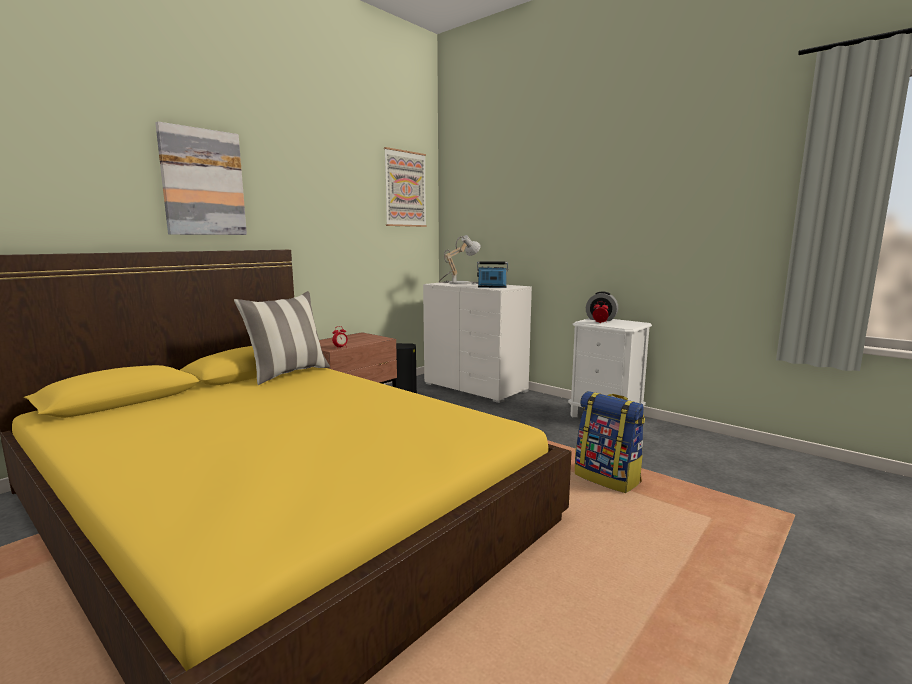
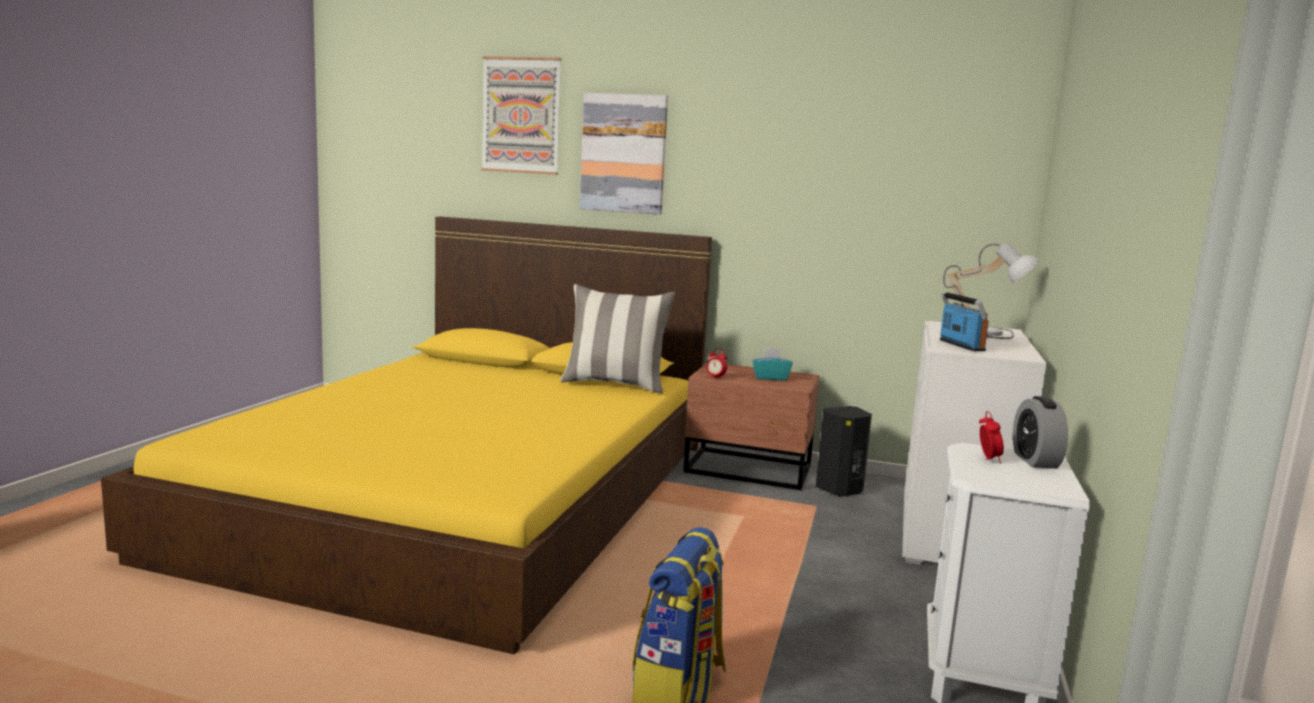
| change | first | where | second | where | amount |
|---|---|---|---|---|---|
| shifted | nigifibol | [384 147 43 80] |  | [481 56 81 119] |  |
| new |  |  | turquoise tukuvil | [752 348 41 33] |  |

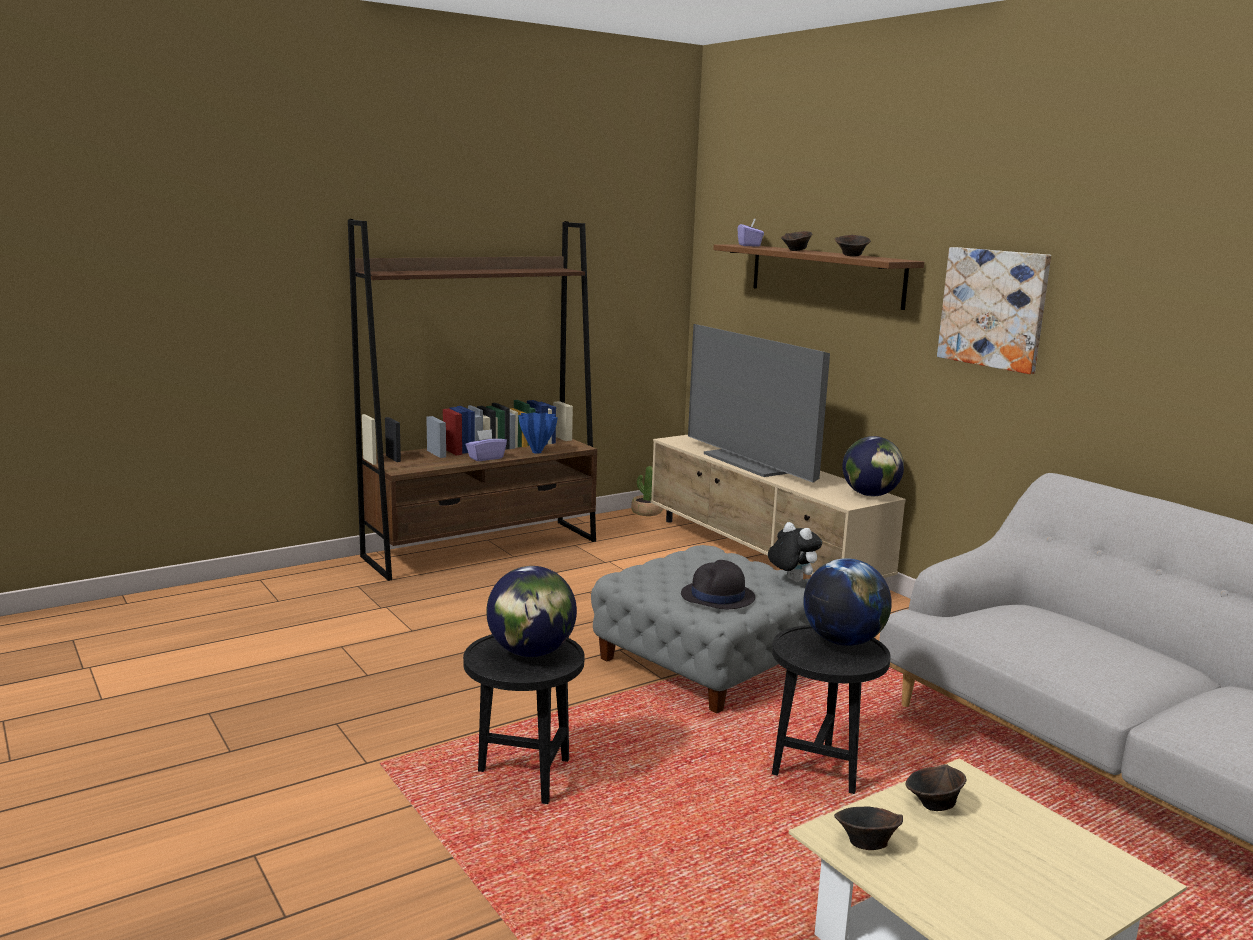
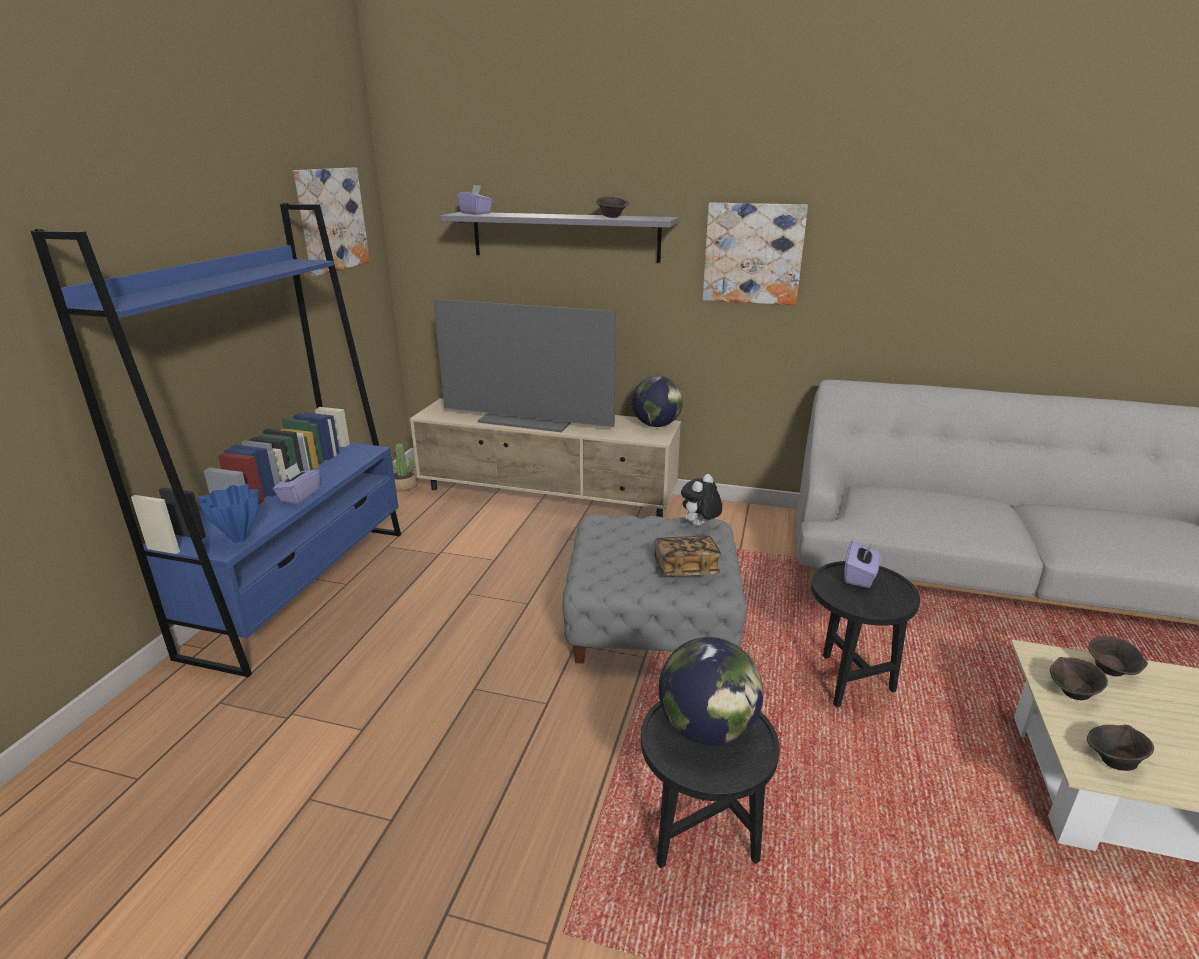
| change | first | where | second | where | amount |
|---|---|---|---|---|---|
| repainted | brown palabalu | [348 219 249 362] | blue palabalu | [31 203 370 474] |  |
| shifted | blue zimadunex | [518 413 40 41] |  | [198 484 61 59] |  |
| swapped | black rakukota | [681 560 74 49] | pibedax | [654 536 68 40] |  |
| repainted | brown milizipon | [713 244 211 66] | grey milizipon | [440 212 238 51] |  |
| rotated | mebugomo | [768 522 54 60] |  | [681 474 41 52] | 60 degrees counterclockwise |
| shifted | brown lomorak | [781 231 31 20] |  | [1088 636 60 40] |  |
| swapped | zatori | [803 558 89 88] | purple tukuvil | [844 541 37 47] |  |
| new |  |  | nigifibol | [293 168 77 108] |  |

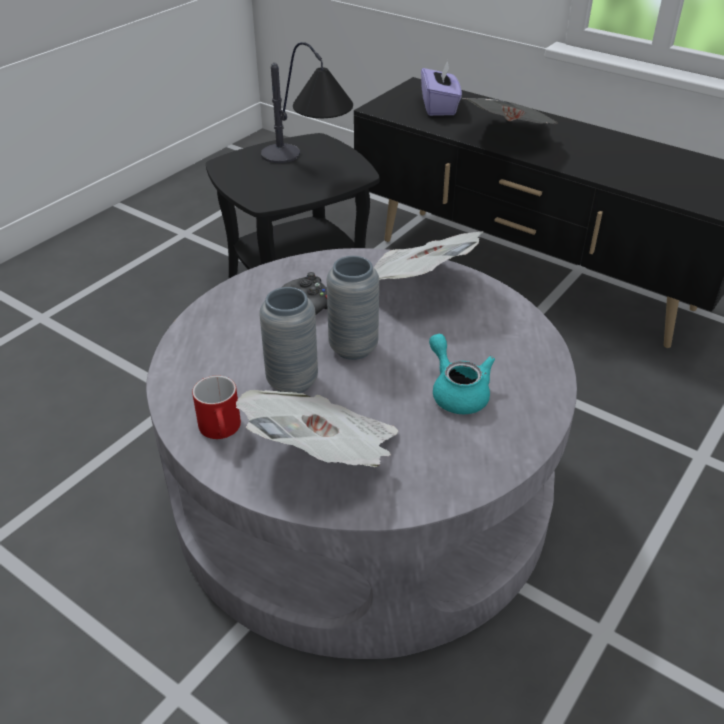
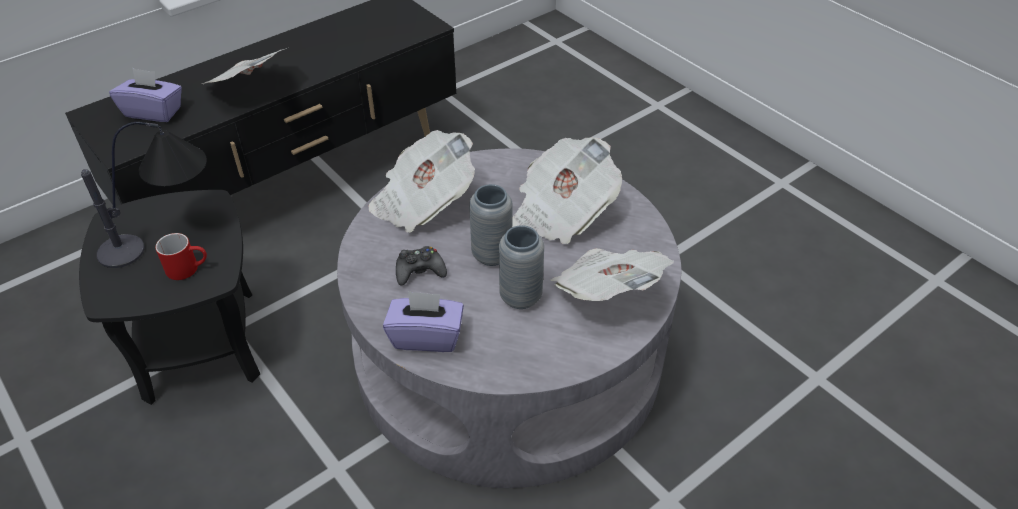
| change | first | where | second | where | amount |
|---|---|---|---|---|---|
| shifted | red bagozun | [192 375 49 64] |  | [155 233 52 47] |  |
| swapped | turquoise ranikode | [429 334 66 80] | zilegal | [512 137 110 107] |  |
| new |  |  | purple tukuvil | [383 291 81 61] |  |

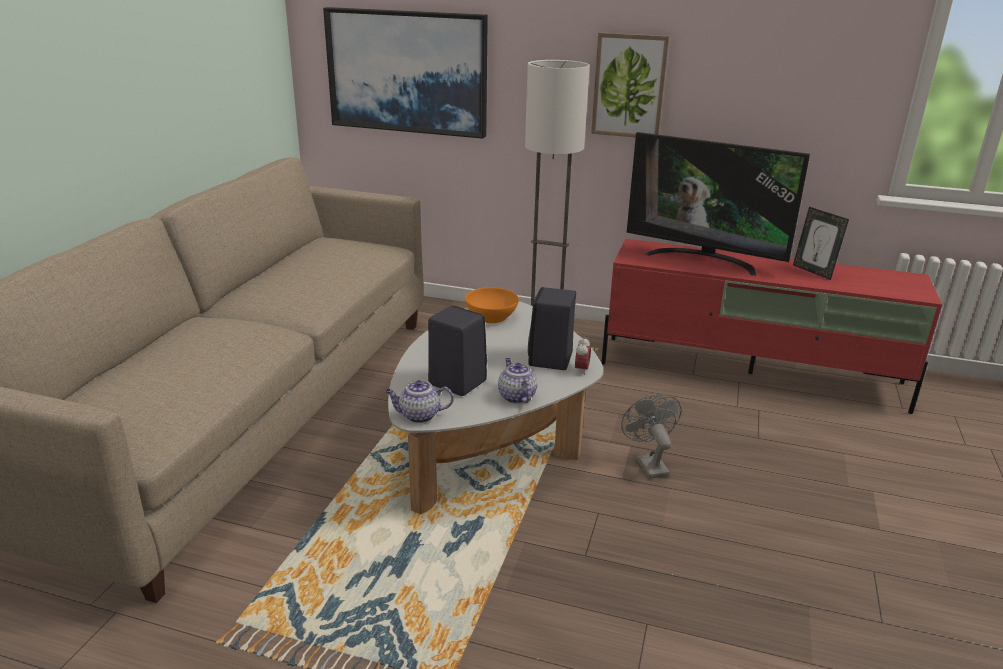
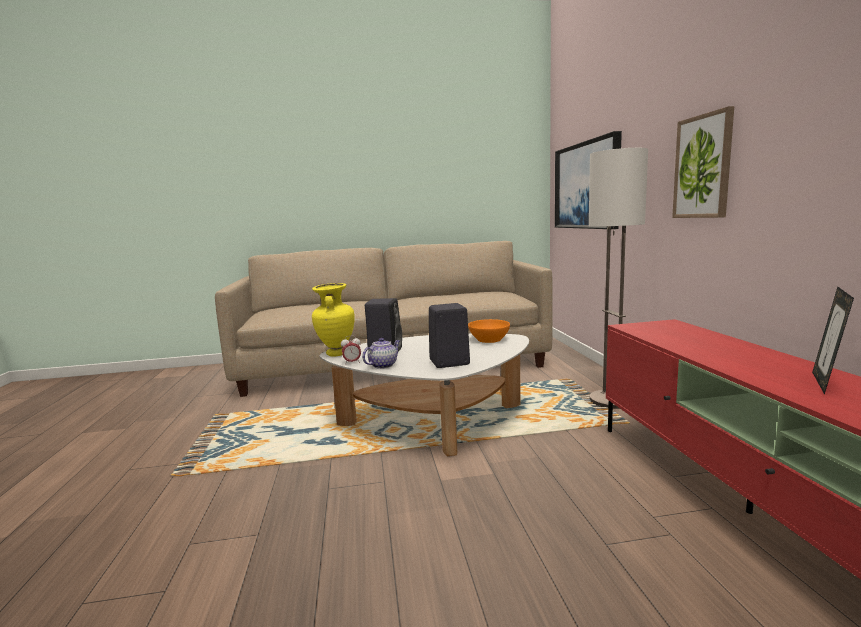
| change | first | where | second | where | amount |
|---|---|---|---|---|---|
| swapped | ranikode | [385 380 69 43] | yellow zimadunex | [312 283 43 74] |  |
| shifted | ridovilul | [575 336 16 39] |  | [341 335 20 28] |  |
| gone | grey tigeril | [621 394 61 85] |  |  |  |
| gone | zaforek | [627 132 183 144] |  |  |  |

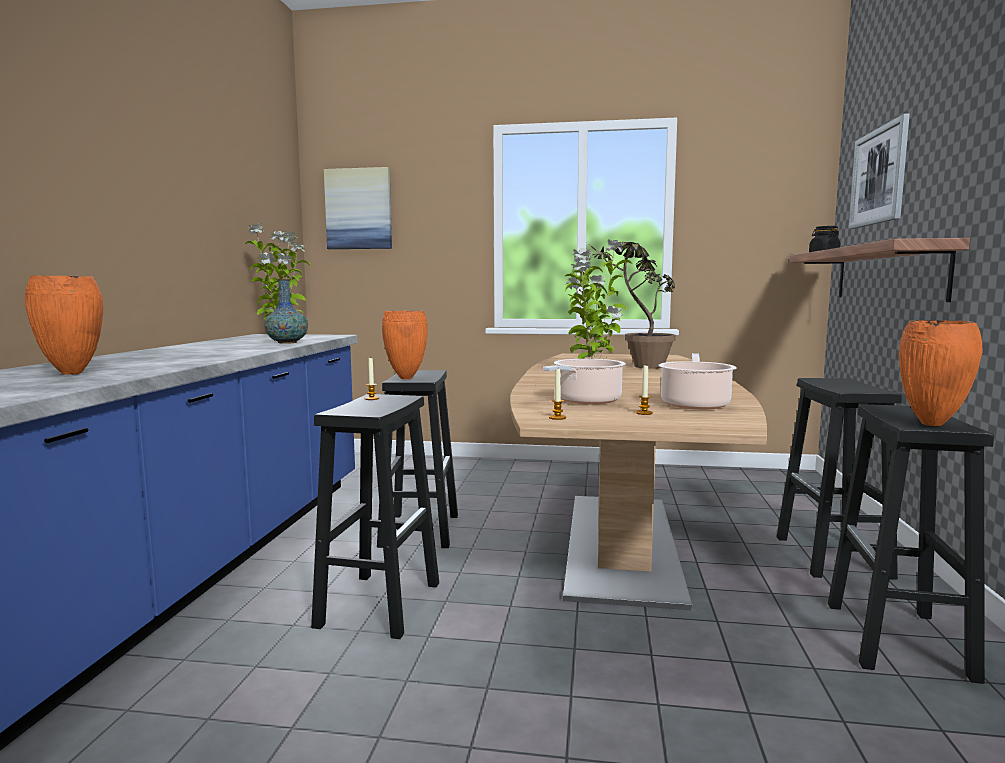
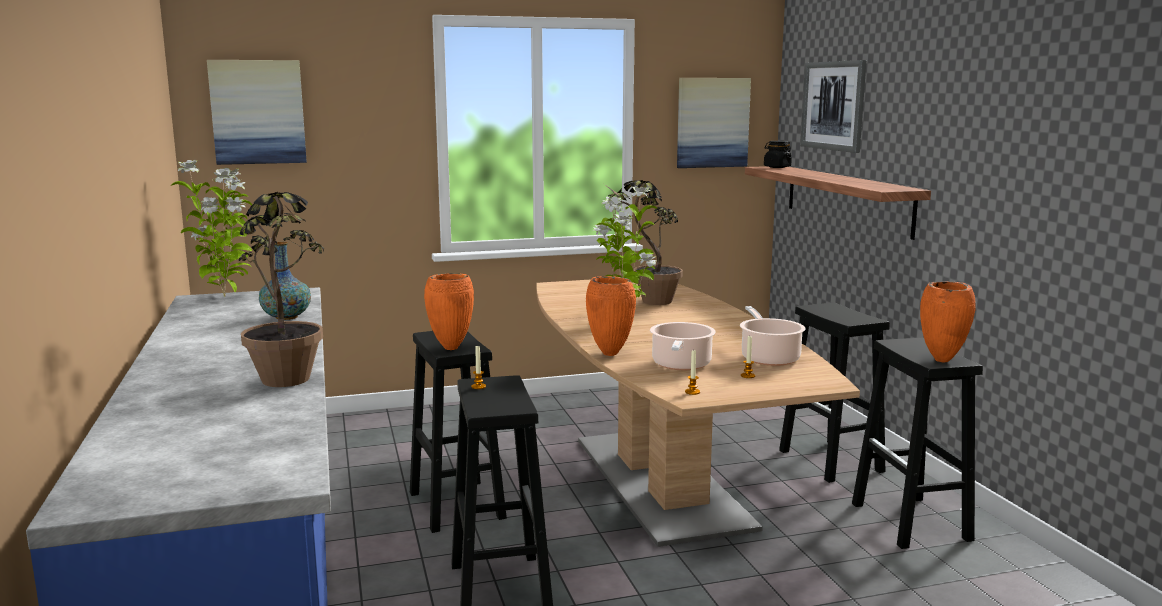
| change | first | where | second | where | amount |
|---|---|---|---|---|---|
| shifted | orange zimadunex | [25 275 78 100] |  | [586 276 50 80] |  |
| new |  |  | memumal | [239 192 85 195] |  |
| new |  |  | nigifibol | [677 78 74 90] |  |

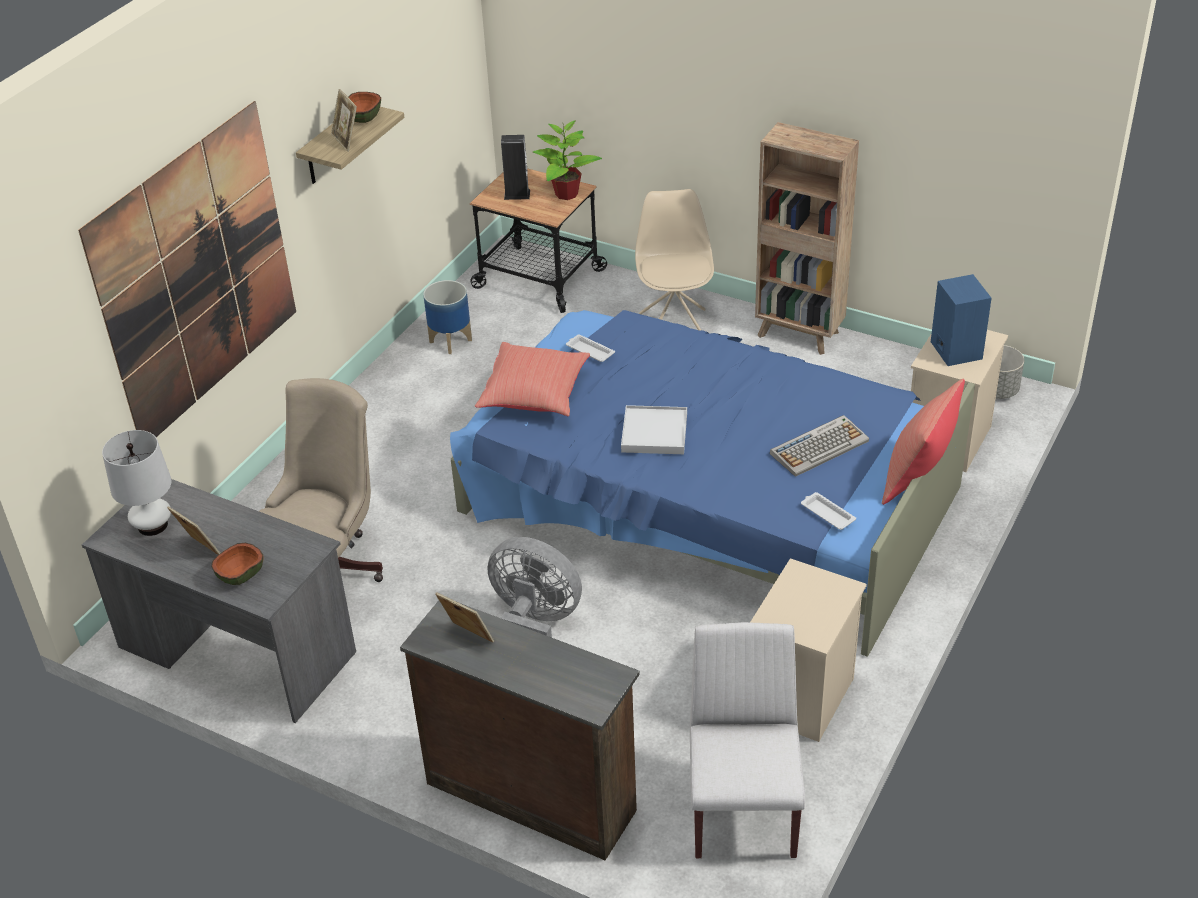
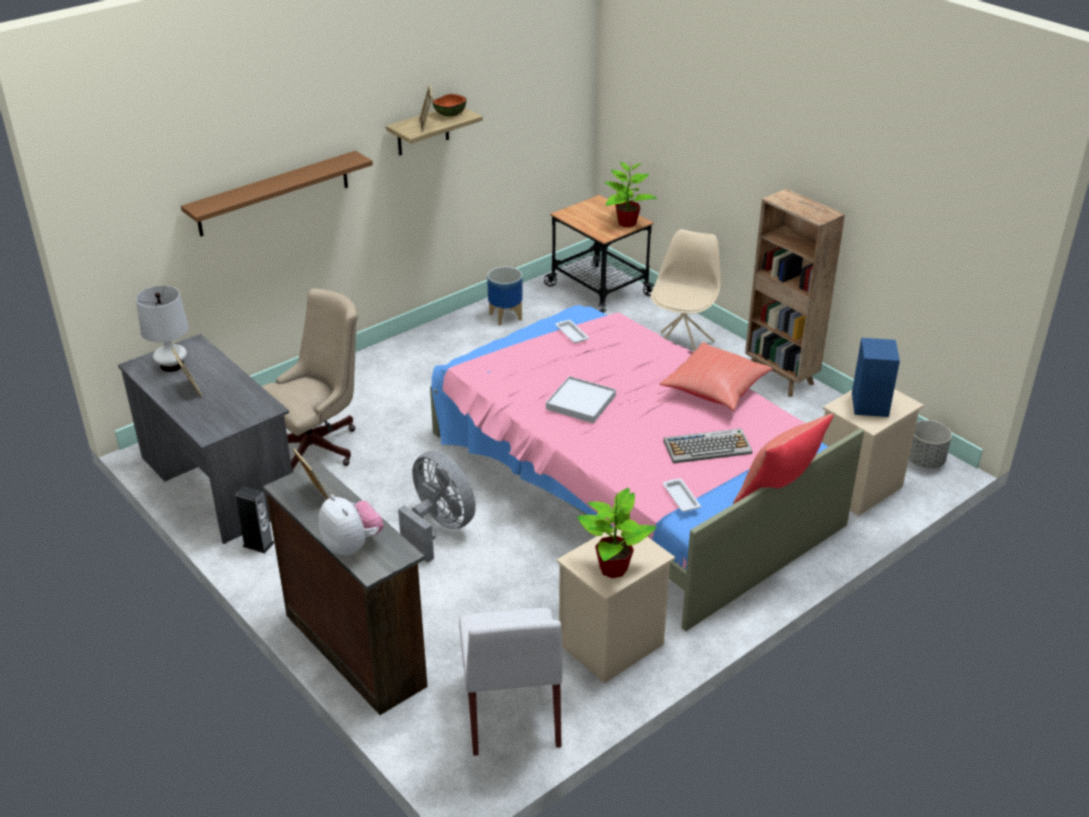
| change | first | where | second | where | amount |
|---|---|---|---|---|---|
| swapped | nigifibol | [78 101 218 336] | brown milizipon | [181 151 192 86] |  |
| gone | lomorak | [211 543 53 42] |  |  |  |
| repainted | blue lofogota | [450 310 525 347] | pink lofogota | [430 305 434 326] |  |
| shifted | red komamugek | [475 342 115 74] |  | [660 342 112 68] |  |
| shifted | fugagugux | [501 135 29 65] |  | [235 486 39 68] |  |
| rotated | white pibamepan | [690 622 115 237] |  | [459 608 103 148] | 150 degrees clockwise |
| new |  |  | mebugomo | [319 495 65 62] |  |
| new |  |  | memumal | [577 488 80 90] |  |

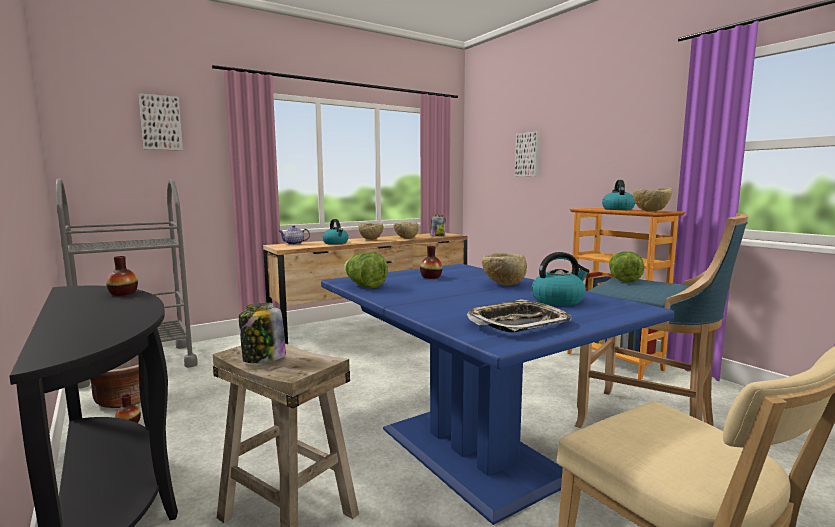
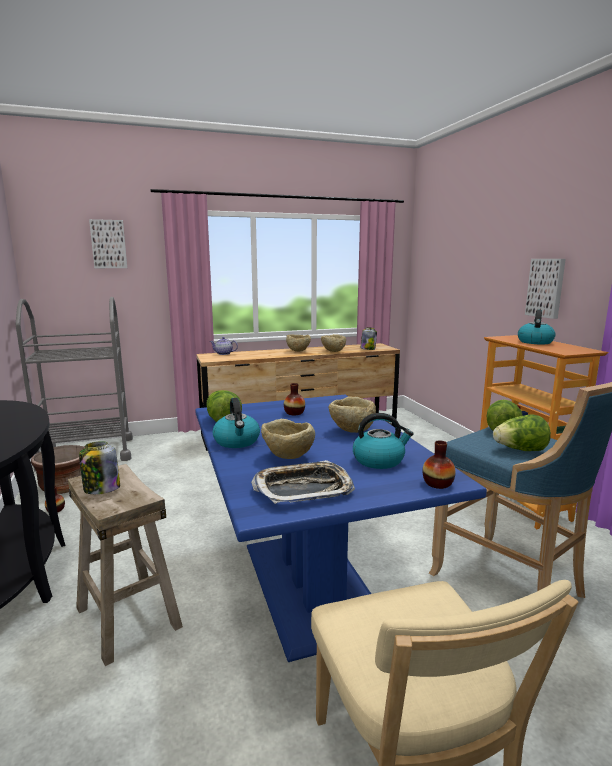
| change | first | where | second | where | amount |
|---|---|---|---|---|---|
| shifted | zimadunex | [106 256 32 40] |  | [422 440 34 49] |  |
| shifted | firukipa | [323 219 25 26] |  | [213 398 47 50] |  |
| shifted | nigifibol | [515 131 25 46] |  | [525 259 41 60] |  |
| shifted | beige lomorak | [633 188 39 24] |  | [261 419 54 40] |  |
| new |  |  | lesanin | [493 414 58 37] |  |

